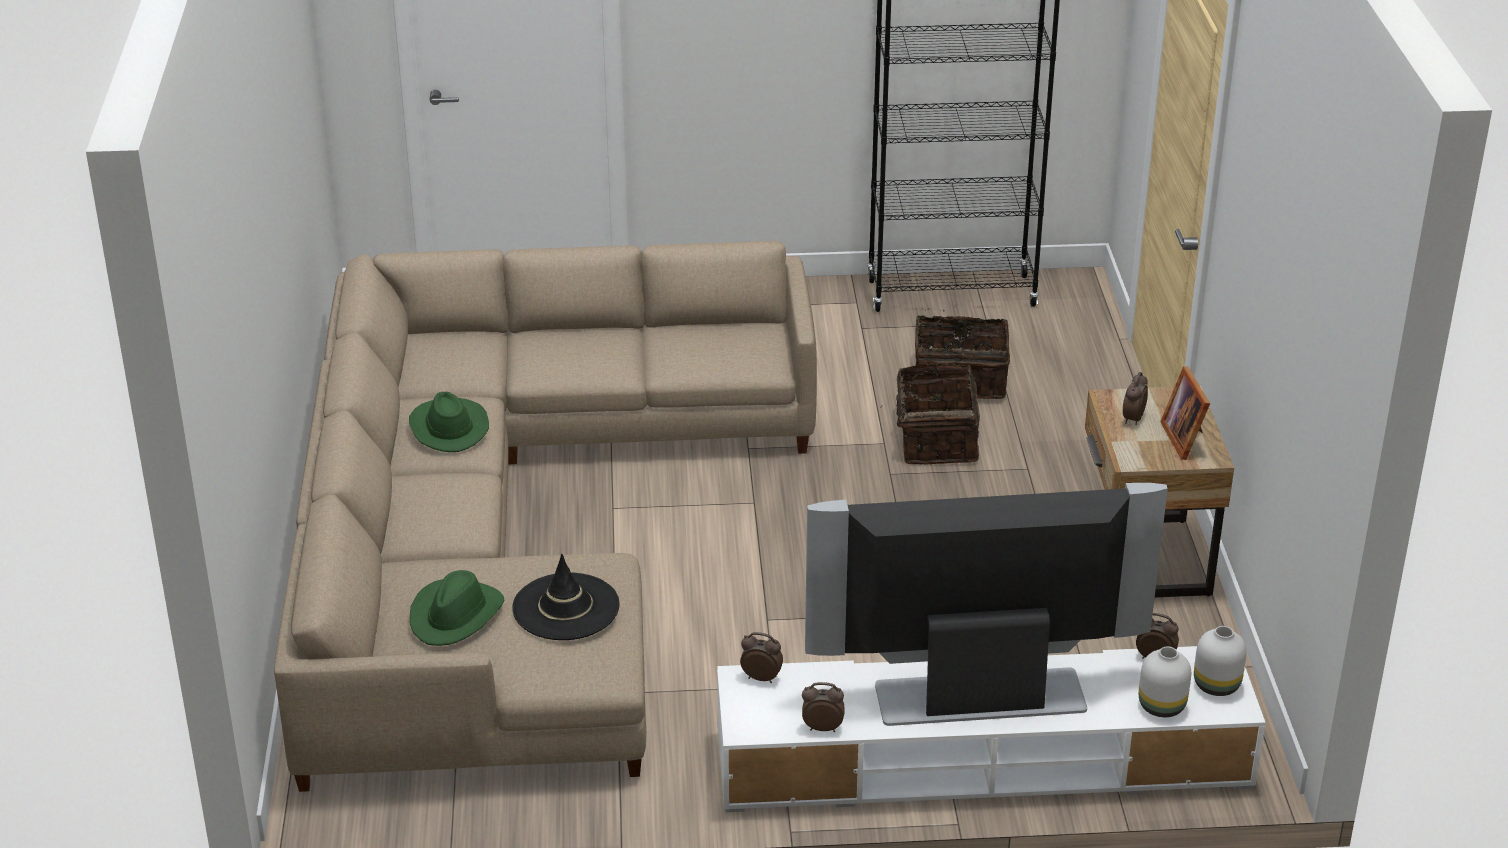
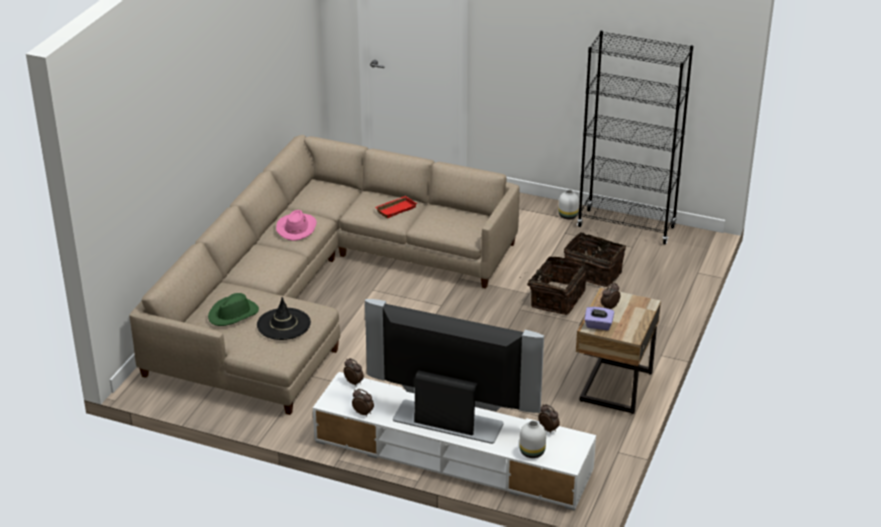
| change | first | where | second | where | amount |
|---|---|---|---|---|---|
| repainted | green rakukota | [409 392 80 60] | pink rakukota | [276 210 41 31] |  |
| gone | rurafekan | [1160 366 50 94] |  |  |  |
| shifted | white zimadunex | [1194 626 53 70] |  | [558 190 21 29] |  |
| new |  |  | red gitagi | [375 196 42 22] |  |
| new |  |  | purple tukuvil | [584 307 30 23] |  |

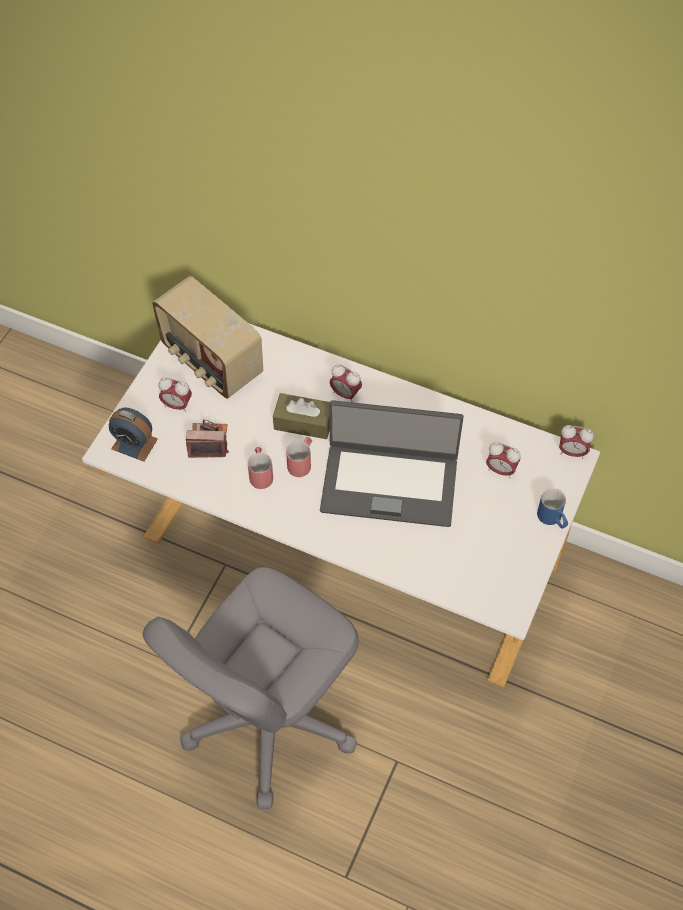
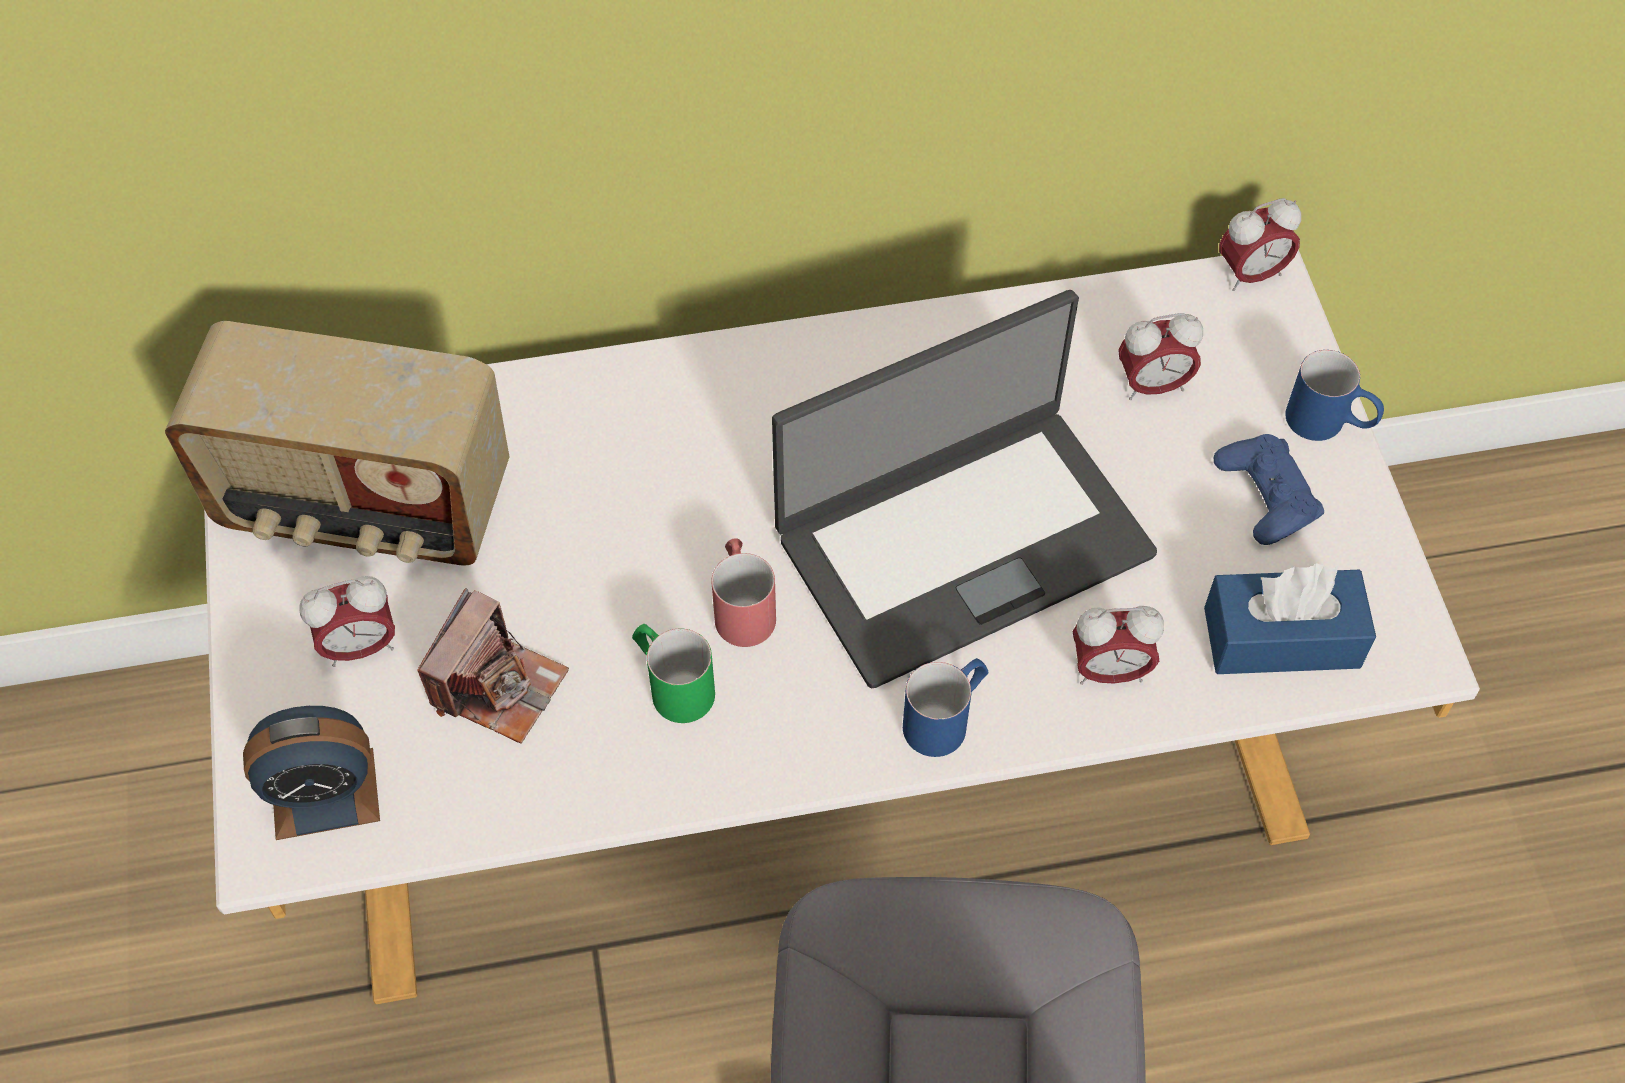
| change | first | where | second | where | amount |
|---|---|---|---|---|---|
| rotated | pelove | [186 419 43 39] |  | [417 588 152 155] | 150 degrees clockwise |
| repainted | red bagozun | [248 447 25 42] | green bagozun | [632 624 83 99] |  |
| gone | brown tukuvil | [273 393 57 46] |  |  |  |
| shifted | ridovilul | [330 364 32 38] |  | [1073 606 91 79] |  |
| new |  |  | blue bagozun | [903 658 85 99] |  |
| new |  |  | blue tukuvil | [1204 563 172 111] |  |
| new |  |  | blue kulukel | [1214 434 110 111] |  |

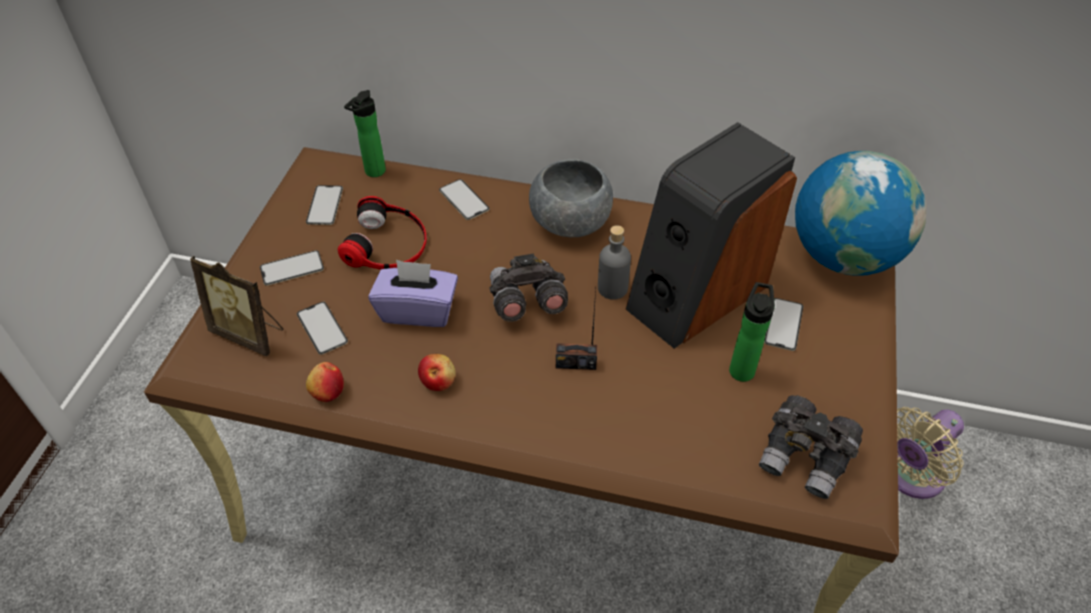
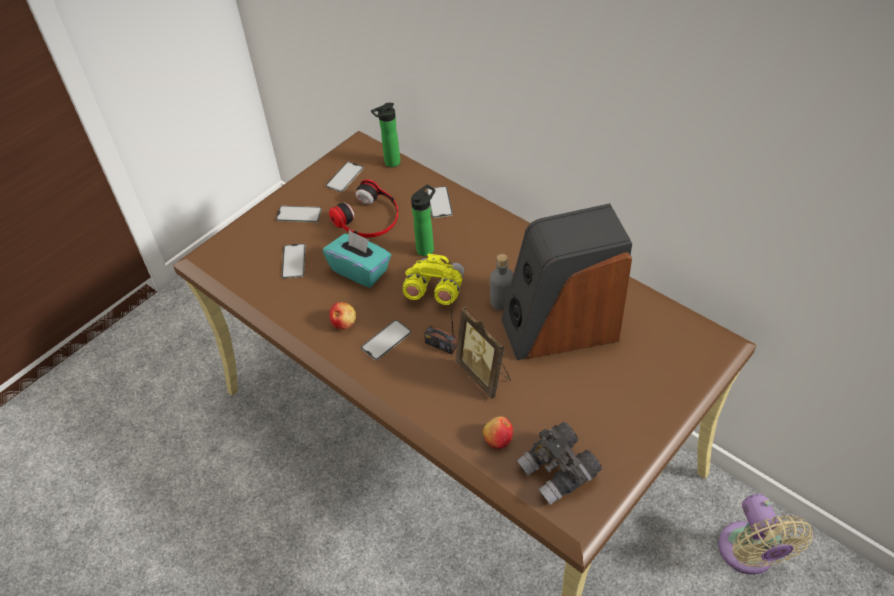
| change | first | where | second | where | amount |
|---|---|---|---|---|---|
| shifted | rurafekan | [190 256 93 101] |  | [455 307 56 92] |  |
| shifted | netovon | [306 362 38 40] |  | [483 416 30 33] |  |
| repainted | purple tukuvil | [368 260 90 67] | turquoise tukuvil | [323 230 68 58] |  |
| repainted | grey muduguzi | [490 253 78 69] | yellow muduguzi | [403 254 61 51] |  |
| gone | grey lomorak | [529 159 84 78] |  |  |  |
| shifted | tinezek | [729 282 46 100] |  | [411 185 24 71] |  |
| shifted | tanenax | [764 298 40 53] |  | [361 320 50 41] |  |
| gone | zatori | [795 151 131 125] |  |  |  |
| rotated | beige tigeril | [897 407 67 92] |  | [719 494 94 80] | 90 degrees counterclockwise |

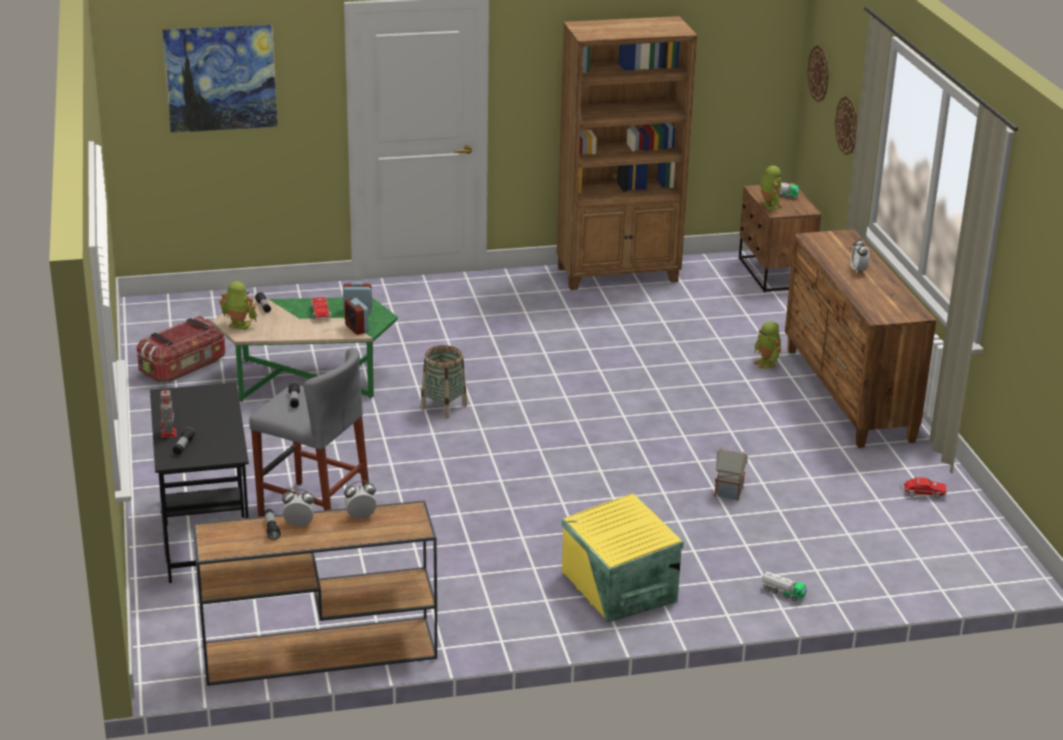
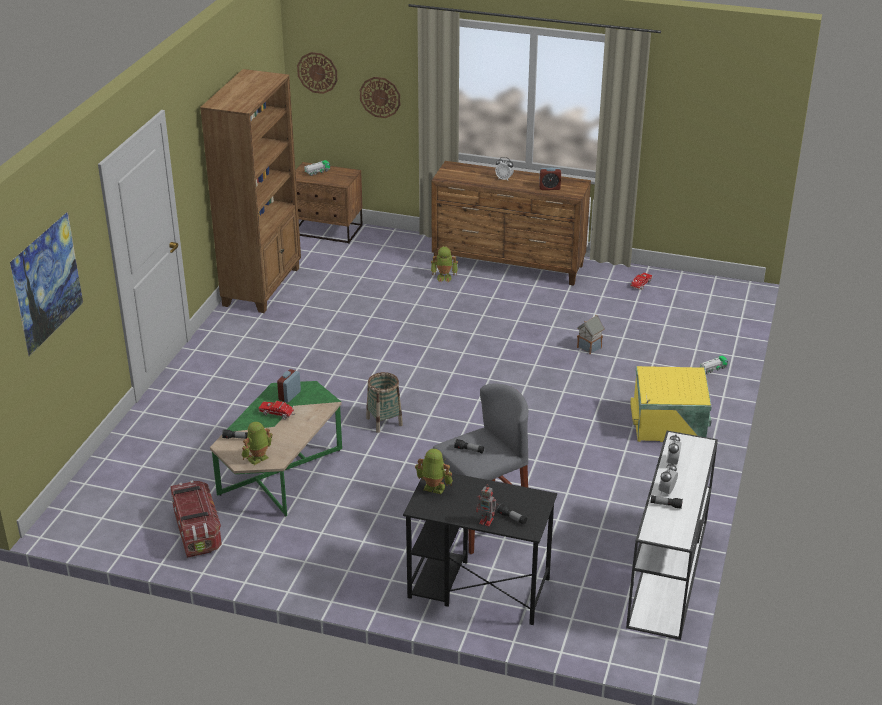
| change | first | where | second | where | amount |
|---|---|---|---|---|---|
| repainted | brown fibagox | [193 500 244 186] | white fibagox | [626 431 92 209] |  |
| shifted | ridovilul | [345 298 24 37] |  | [539 167 22 23] |  |
| shifted | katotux | [760 165 22 45] |  | [415 449 38 45] |  |

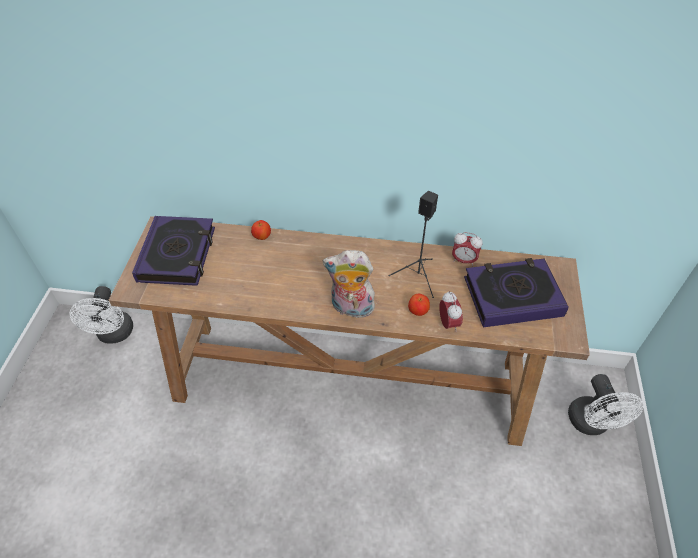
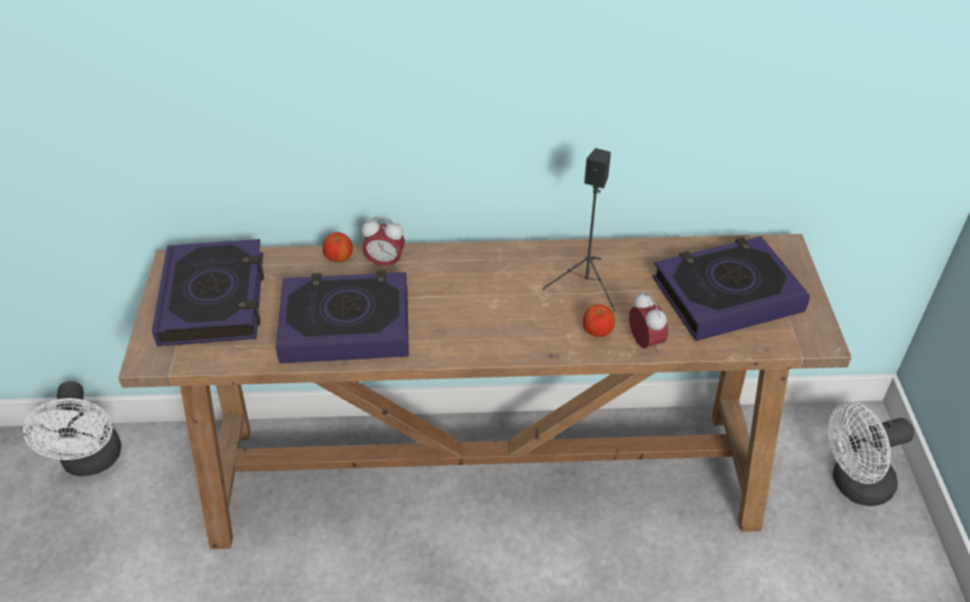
| change | first | where | second | where | amount |
|---|---|---|---|---|---|
| gone | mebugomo | [323 250 52 68] |  |  |  |
| shifted | ridovilul | [452 232 31 34] |  | [361 217 44 52] |  |
| rotated | white tigeril | [568 374 76 61] |  | [828 402 86 104] | 90 degrees clockwise |
| new |  |  | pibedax | [276 270 133 93] |  |

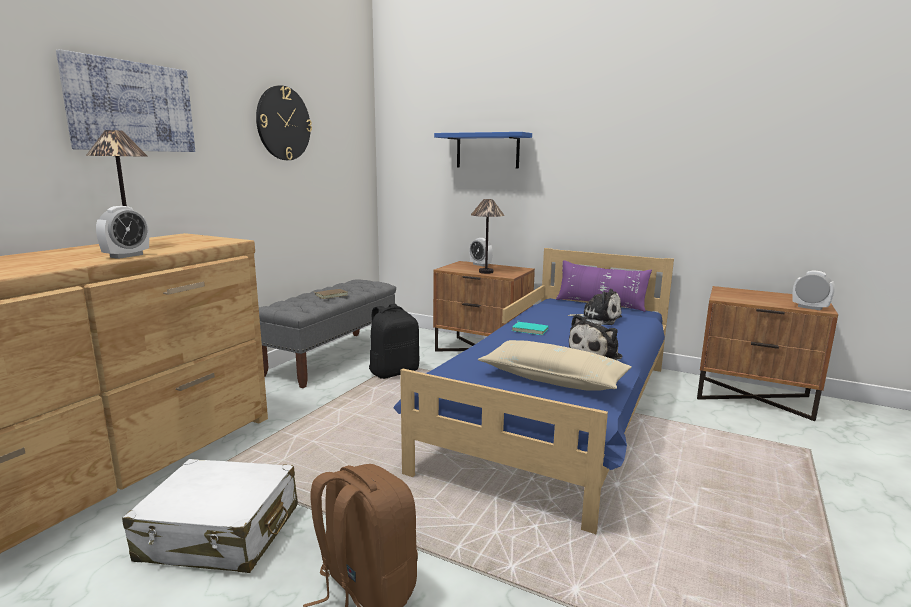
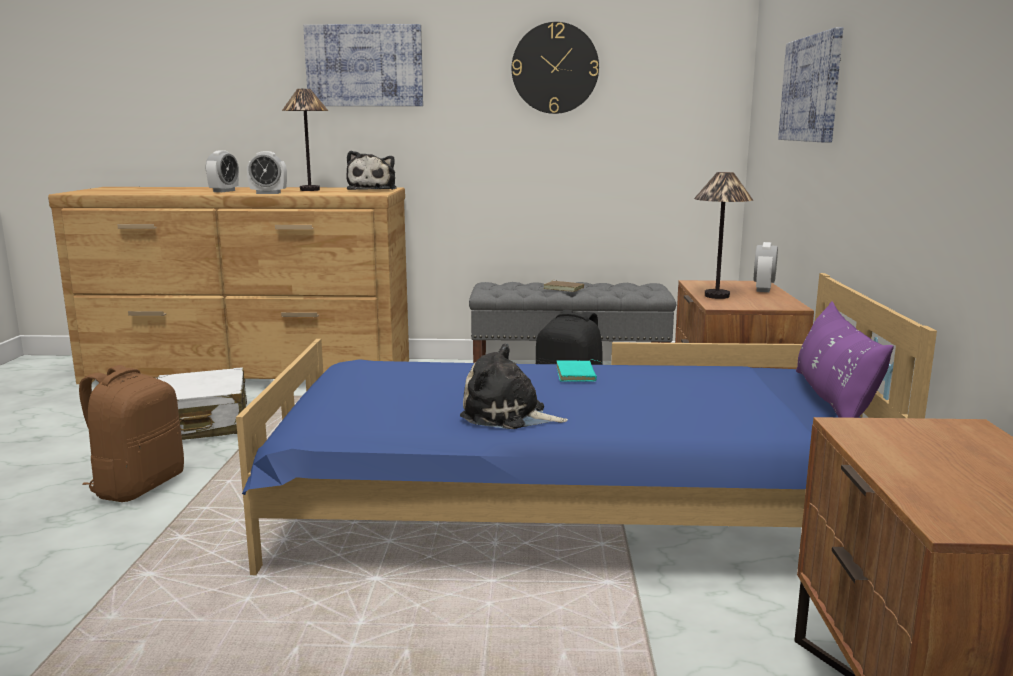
| change | first | where | second | where | amount |
|---|---|---|---|---|---|
| swapped | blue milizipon | [434 132 98 36] | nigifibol | [778 27 65 116] |  |
| gone | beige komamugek | [478 340 154 51] |  |  |  |
| shifted | mebugomo | [568 289 54 36] |  | [347 151 49 39] |  |
| shifted | ridovilul | [792 270 43 41] |  | [206 150 33 42] |  |

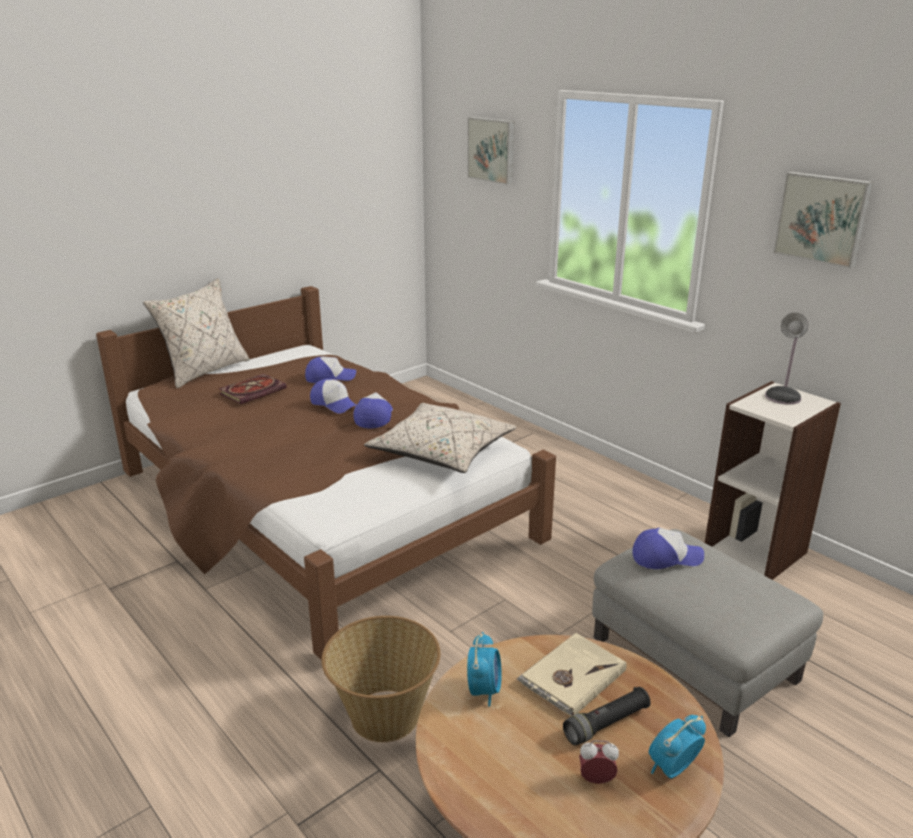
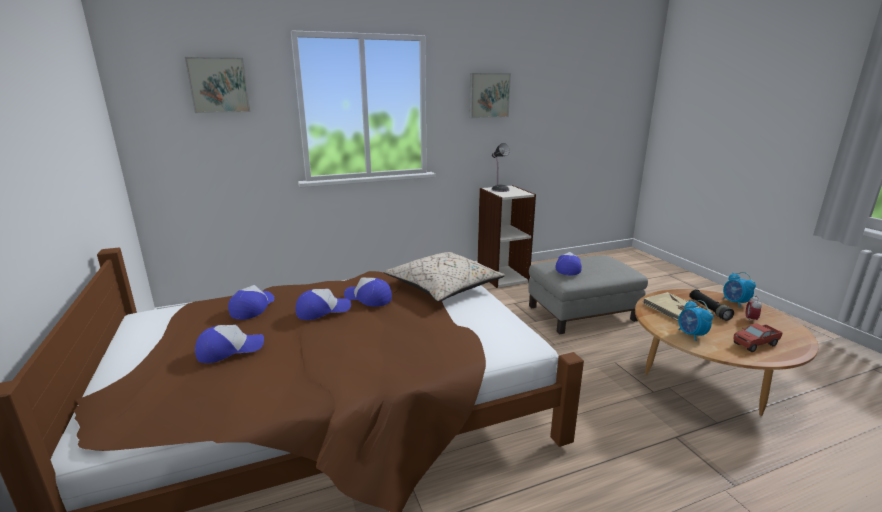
| change | first | where | second | where | amount |
|---|---|---|---|---|---|
| gone | beige komamugek | [143 278 107 110] |  |  |  |
| swapped | pibedax | [219 374 68 30] | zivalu | [195 325 69 38] |  |
| gone | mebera | [321 616 119 126] |  |  |  |
| rotated | ridovilul | [467 632 35 75] |  | [678 300 35 41] | 135 degrees counterclockwise |
| new |  |  | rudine | [733 323 50 29] |  |

